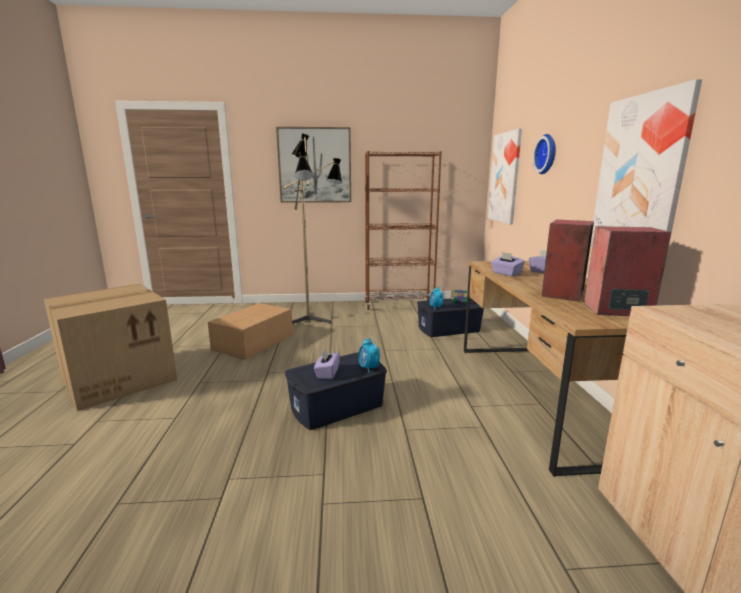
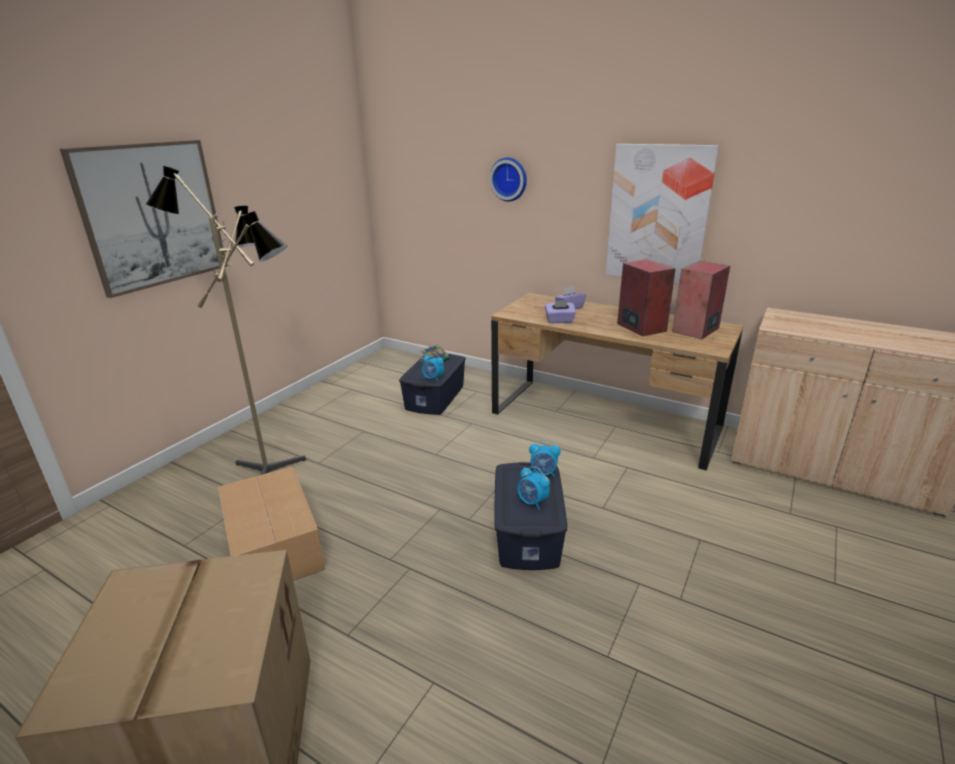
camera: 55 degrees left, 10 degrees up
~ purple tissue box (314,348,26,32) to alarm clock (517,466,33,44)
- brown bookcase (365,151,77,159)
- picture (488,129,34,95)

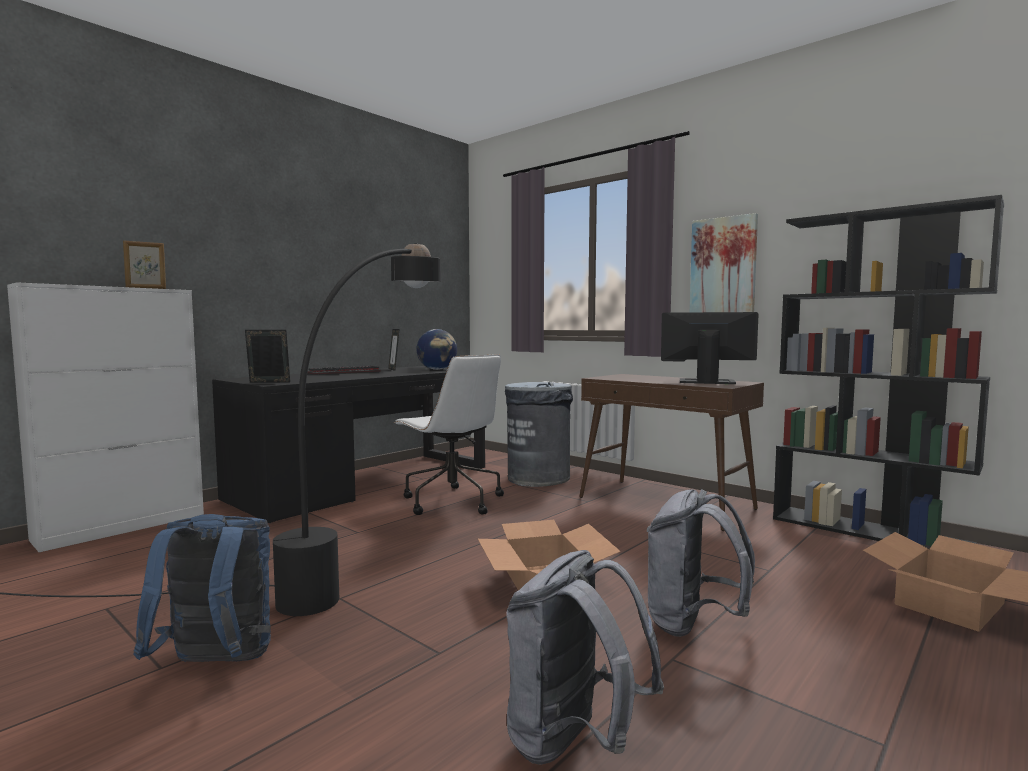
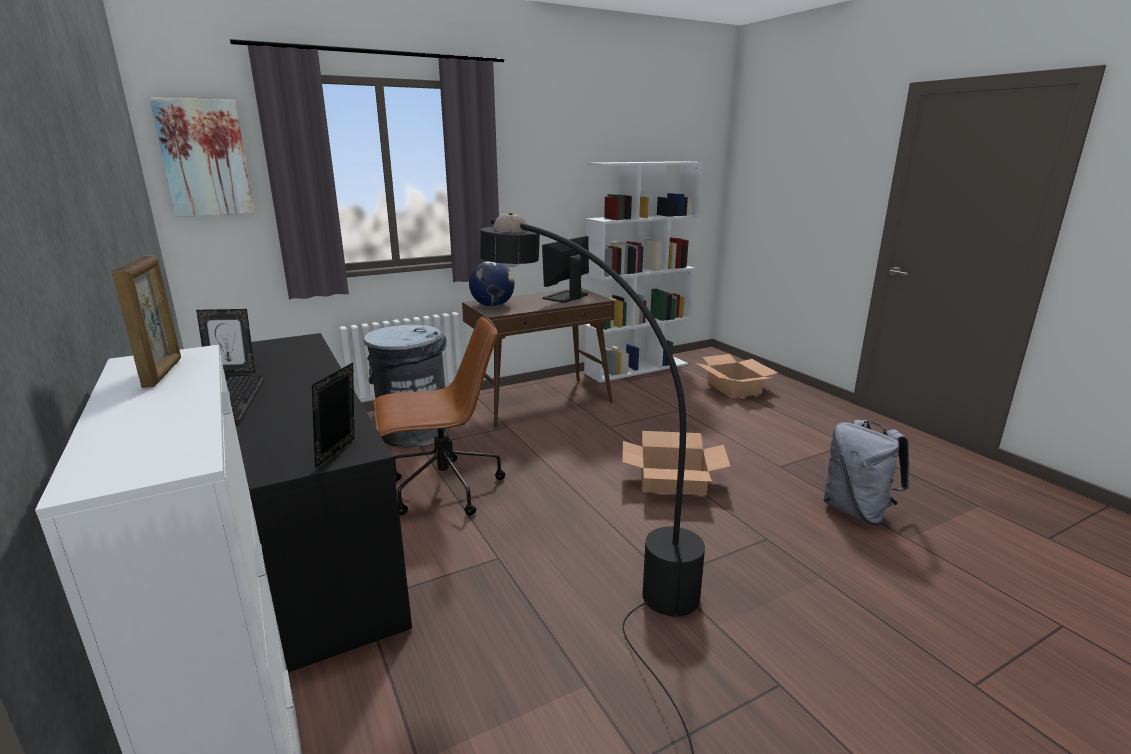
camera: 70 degrees left, 15 degrees up
~ picture (690,213,68,99) to (150,97,105,120)
~ white office chair (394,354,110,161) to brown office chair (374,316,131,200)
~ globe (416,329,41,41) to (469,261,45,46)
~ black bookcase (773,195,231,354) to white bookcase (584,161,119,222)
- blue backpack (133,514,138,148)
- grey backpack (647,489,108,148)

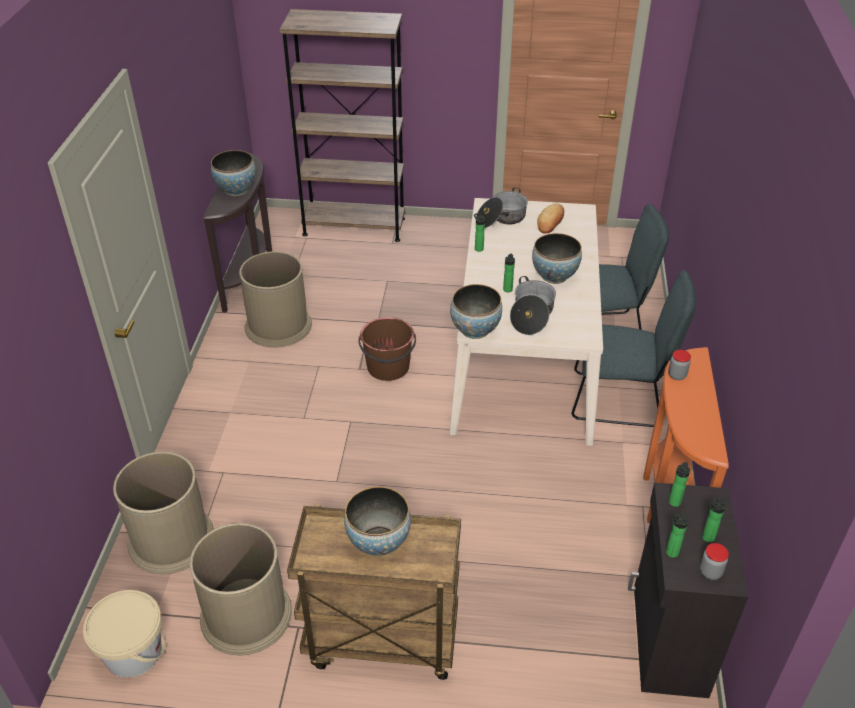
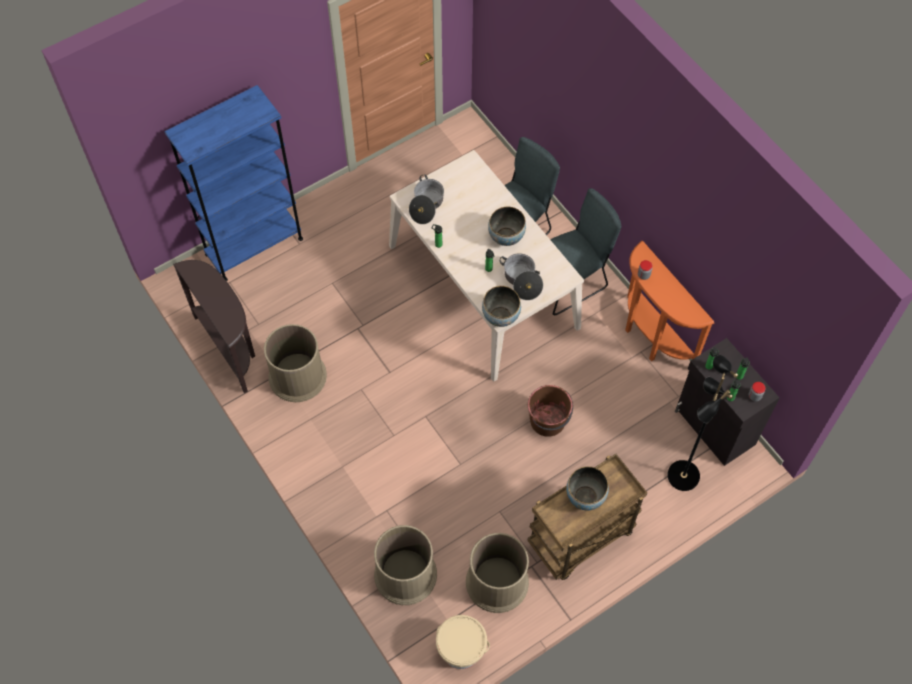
camera: 40 degrees left, 20 degrees up
~ brown bookcase (279,9,126,233) to blue bookcase (164,85,139,196)
~ brown bucket (358,317,58,64) to (528,385,45,52)
+ black floor lamp (667,355,71,136)
- bowl (211,150,45,46)
- bread (537,203,27,31)

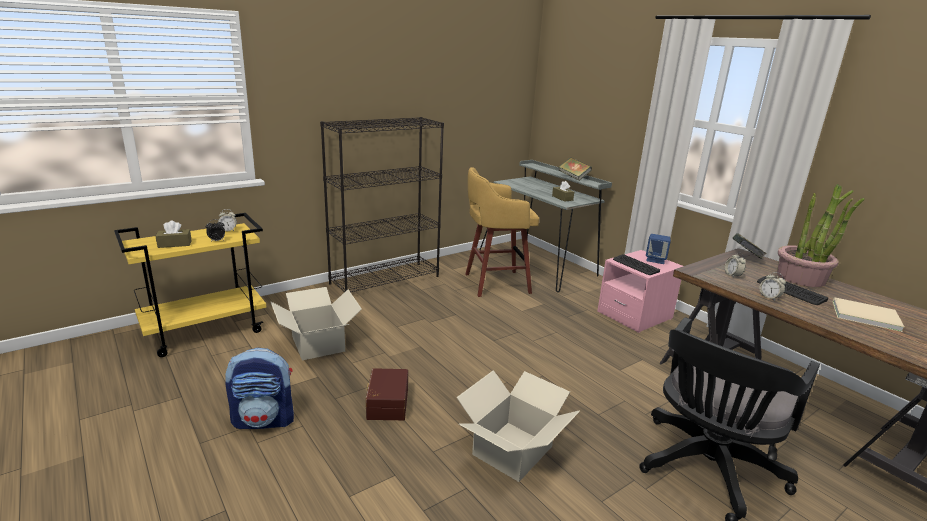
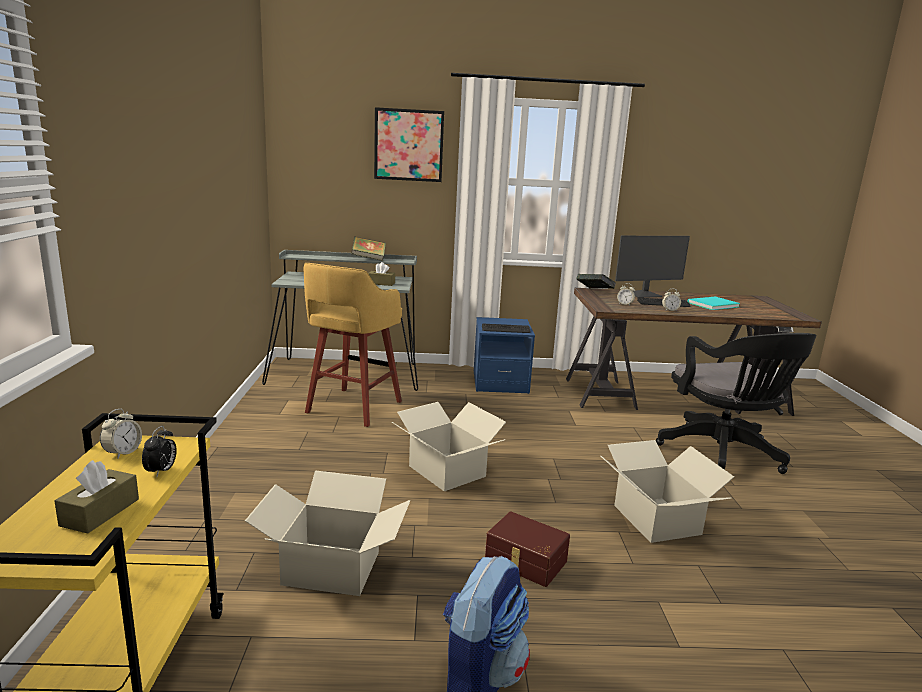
camera: 55 degrees left, 5 degrees down
+ picture (374,107,70,75)
+ cardboard box (392,402,114,89)
~ pink nightstand (597,250,86,83) to blue nightstand (474,317,61,77)
~ potted plant (777,184,88,103) to monitor (615,236,75,62)
~ beige book (833,297,71,35) to turquoise book (687,297,53,13)
- black bookcase (320,117,124,175)
- blue speaker (646,234,25,30)

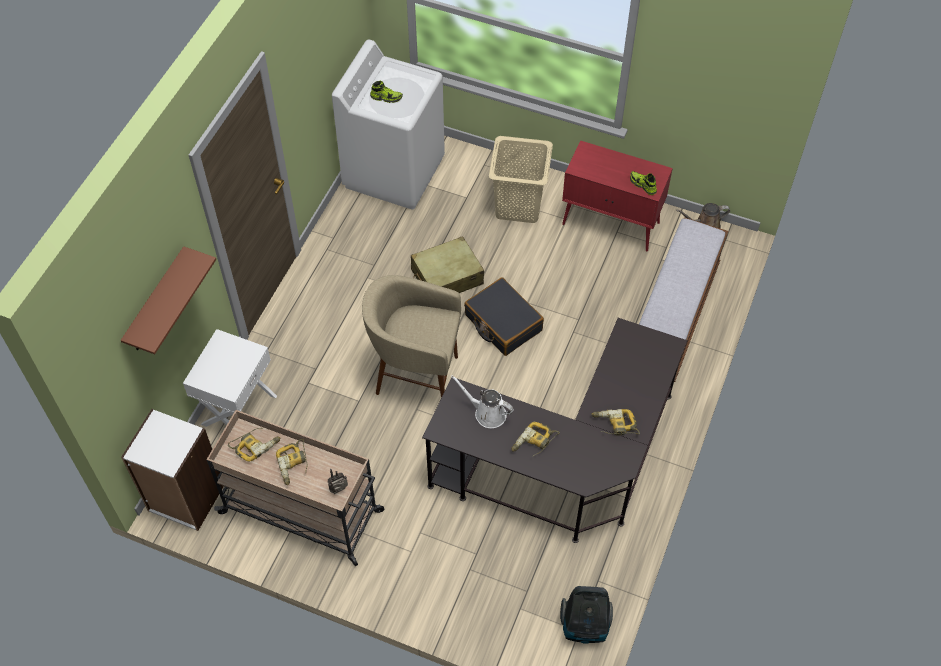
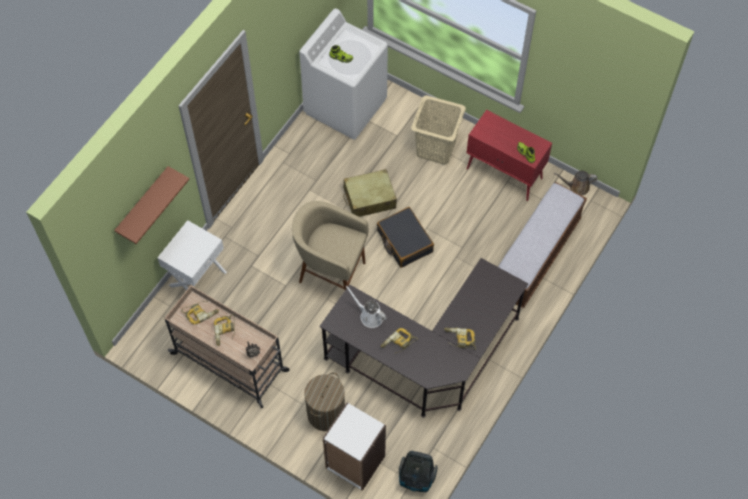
camera: 10 degrees right, 5 degrees up
+ laundry basket (304,373,41,58)
~ white bookcase (121,409,103,122) to (323,402,63,89)

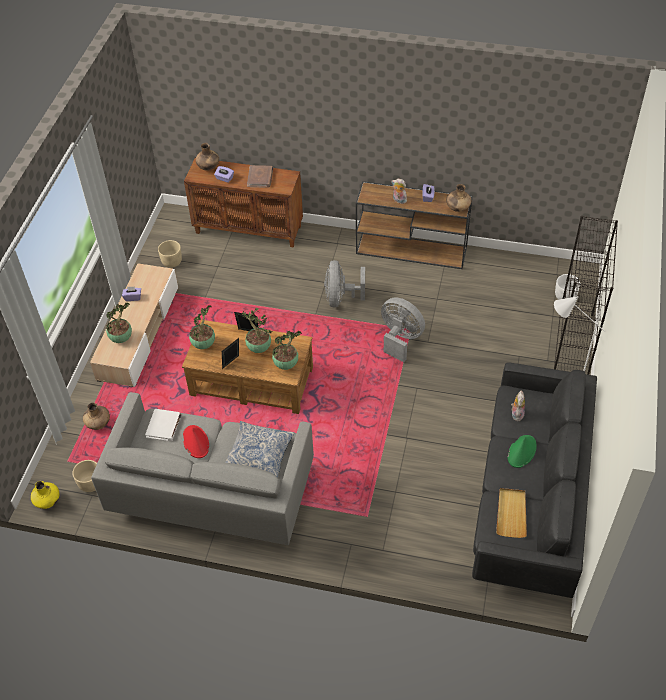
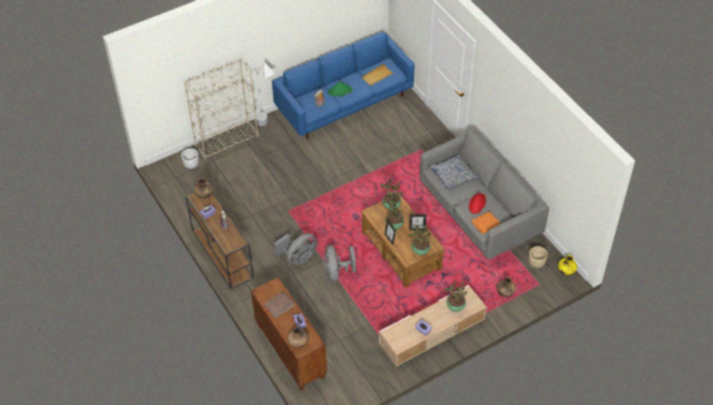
camera: 135 degrees left, 0 degrees up
~ black bookcase (554,216,64,159) to beige bookcase (184,59,74,101)
~ black sofa (472,362,125,236) to blue sofa (272,32,143,107)
~ grey fan (381,297,44,65) to (324,245,32,37)
~ white book (145,409,36,32) to orange book (471,211,29,23)
- beige planter (158,240,24,28)

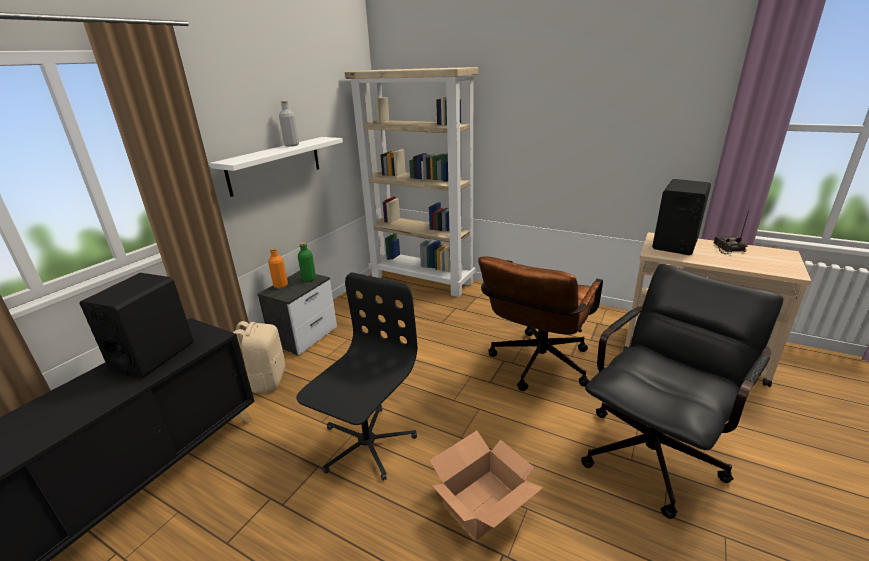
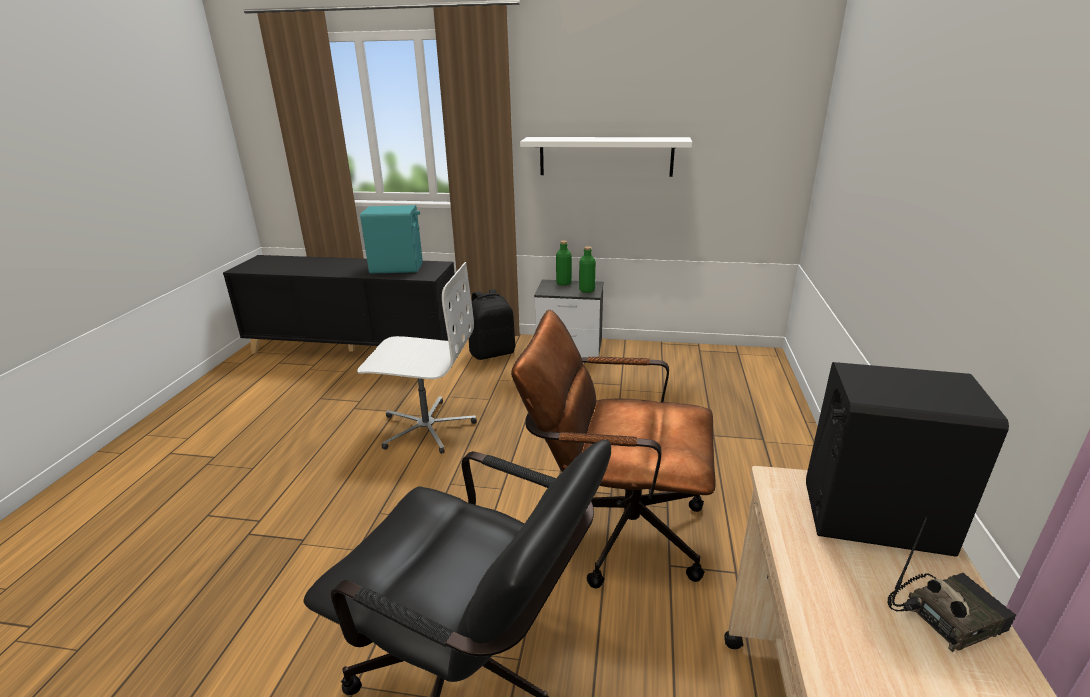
camera: 70 degrees right, 0 degrees up
~ black office chair (296,272,121,209) to white office chair (357,262,120,192)
~ black speaker (80,273,114,105) to turquoise speaker (360,205,63,69)
~ beige backpack (233,321,52,72) to black backpack (469,289,47,71)
~ orange bottle (268,248,20,41) to green bottle (556,241,16,45)
- grey bottle (279,101,20,46)
- beige bookcase (345,67,134,230)
- cardboard box (429,431,115,109)

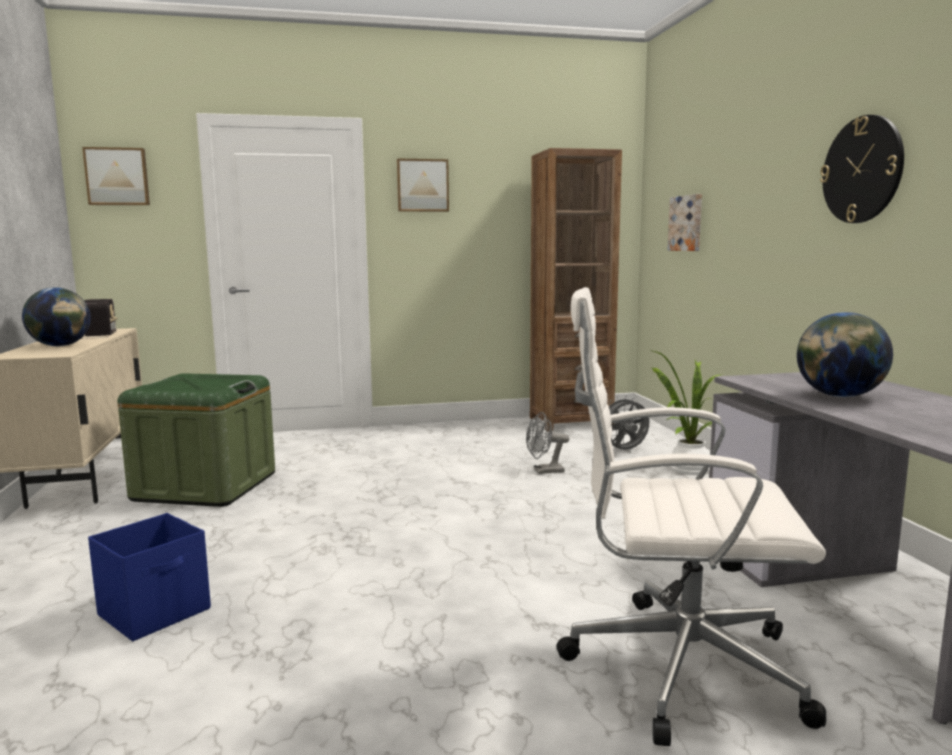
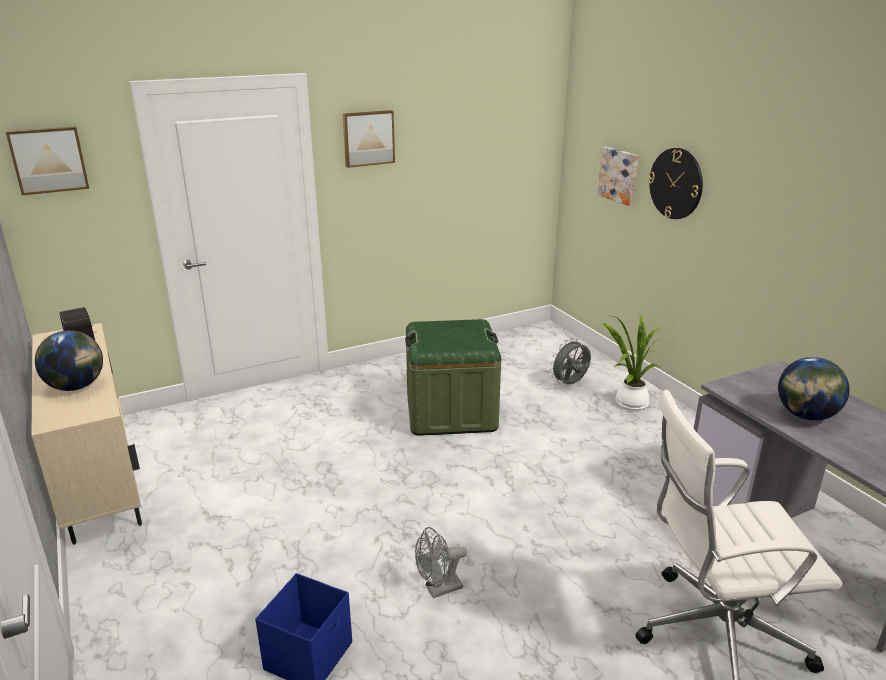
camera: 15 degrees left, 15 degrees up
~ green storage box (118,373,157,134) to (405,319,96,117)
~ grey fan (526,412,44,62) to (415,527,52,71)
~ wall clock (820,115,84,108) to (648,148,55,71)
- brown bookcase (530,148,92,284)

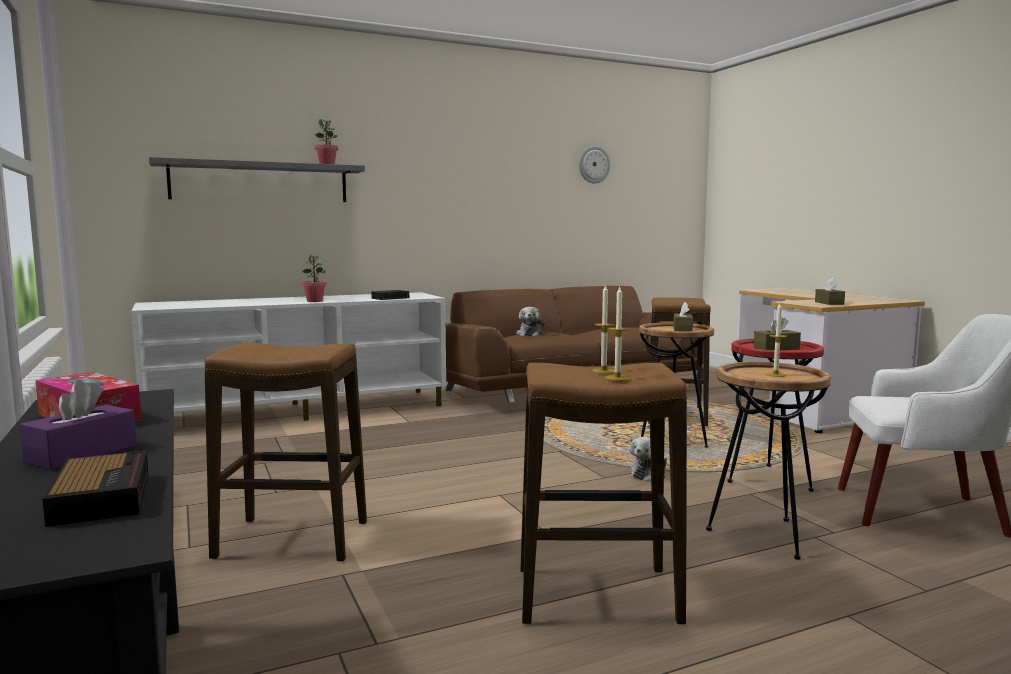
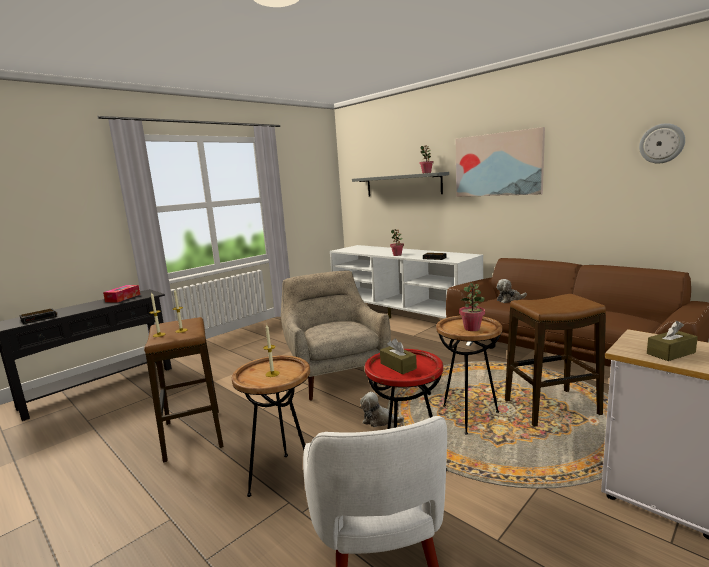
camera: 70 degrees right, 5 degrees up
+ beige armchair (281,271,110,130)
+ picture (456,127,89,70)
~ brown tissue box (673,302,20,29) to potted plant (459,283,26,48)
- purple tissue box (19,380,118,90)
- stool (205,343,162,219)

